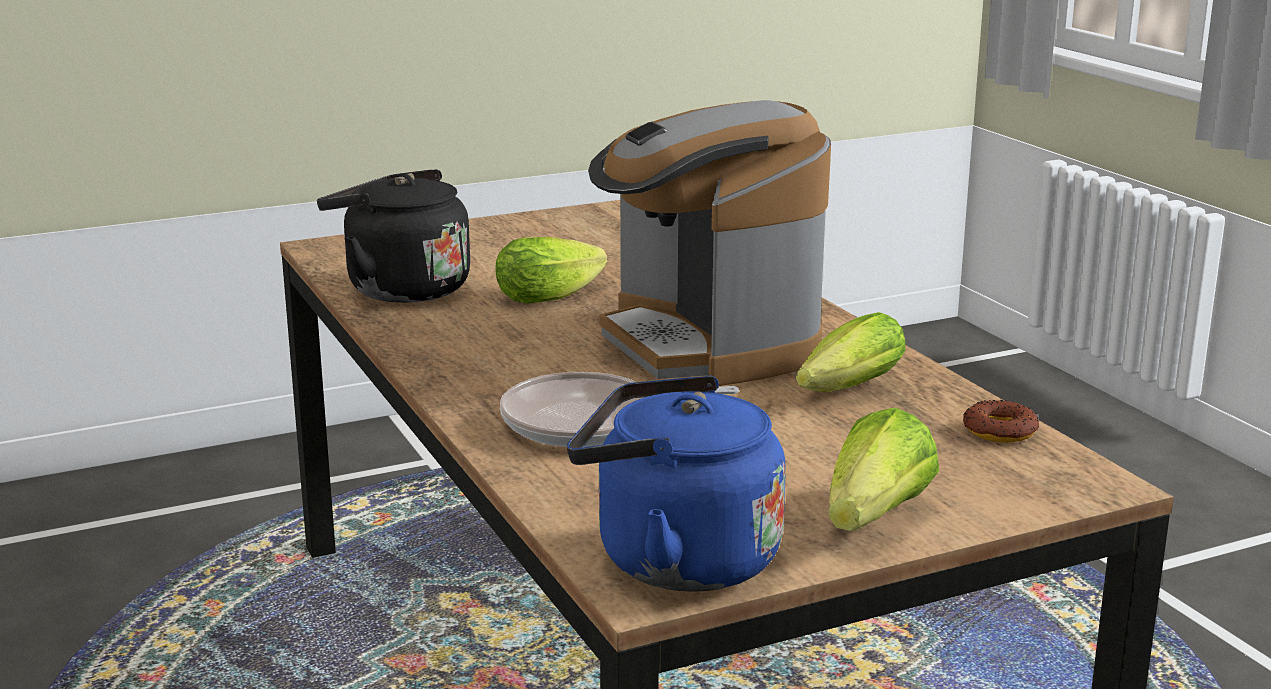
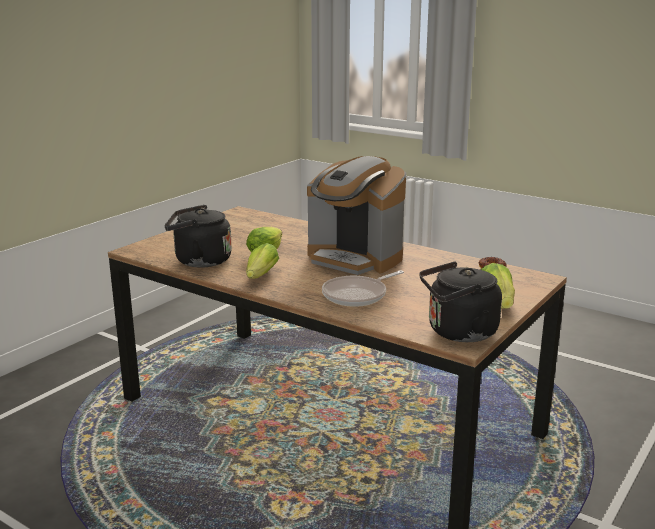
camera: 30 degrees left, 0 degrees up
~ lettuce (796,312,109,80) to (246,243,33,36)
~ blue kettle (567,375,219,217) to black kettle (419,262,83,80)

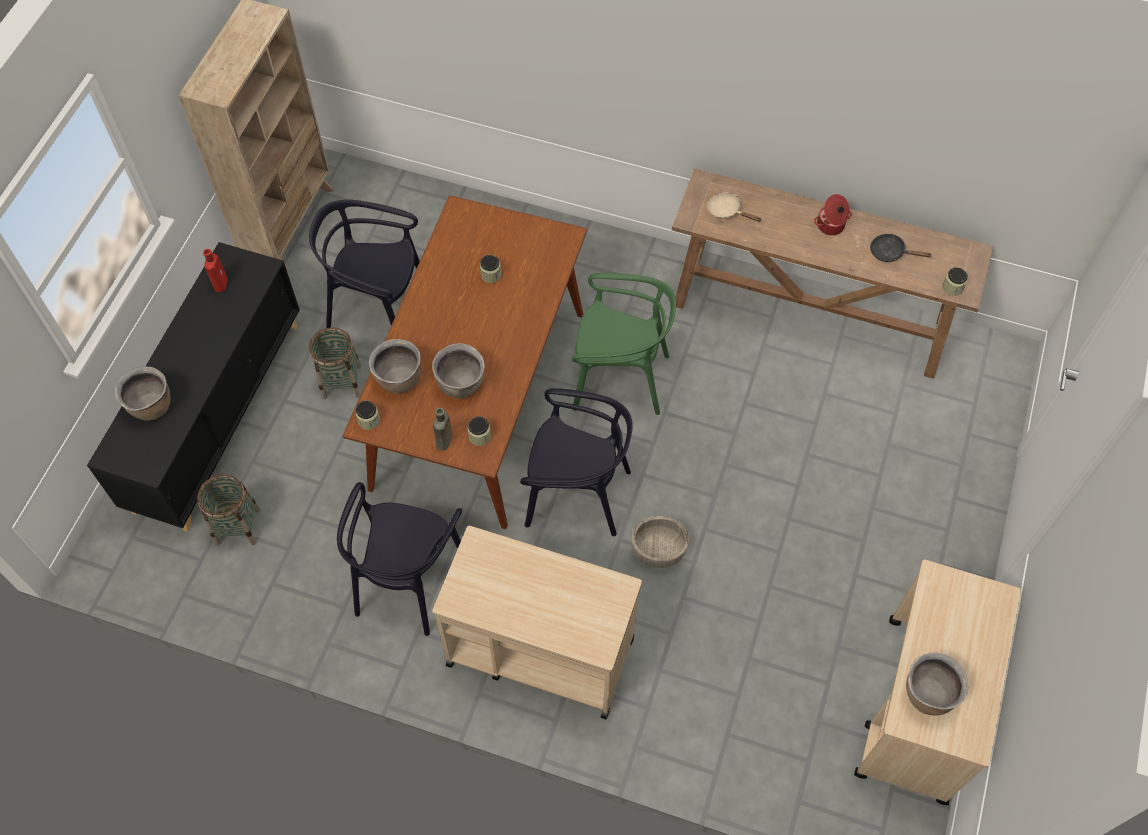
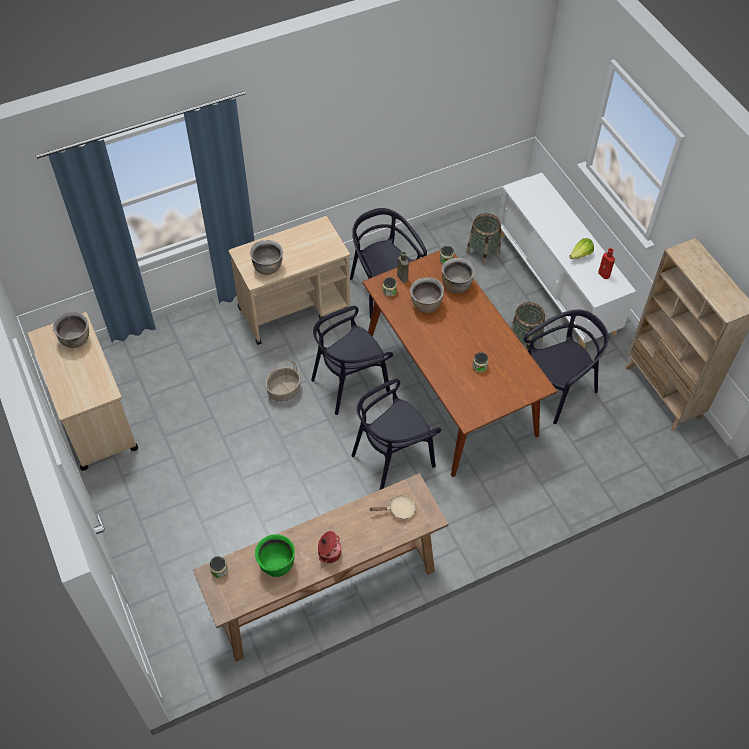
camera: 135 degrees right, 5 degrees down
~ brown cooking pot (115,366,56,55) to (250,240,33,35)
~ black frying pan (870,234,62,28) to green cooking pot (255,534,40,43)
~ green chair (572,273,104,142) to black chair (352,379,89,111)
~ black cabinet (87,242,213,290) to white cabinet (498,173,138,175)
+ lettuce (569,238,25,21)

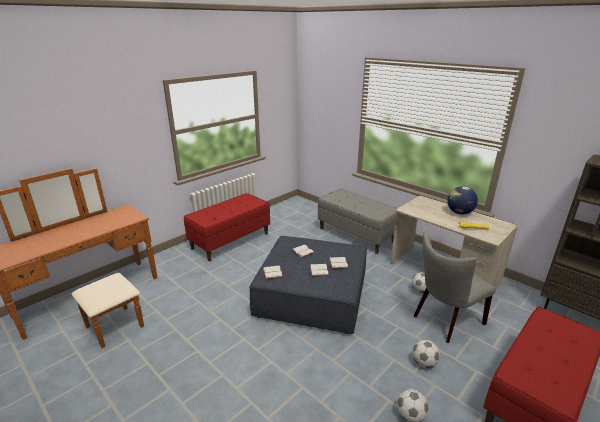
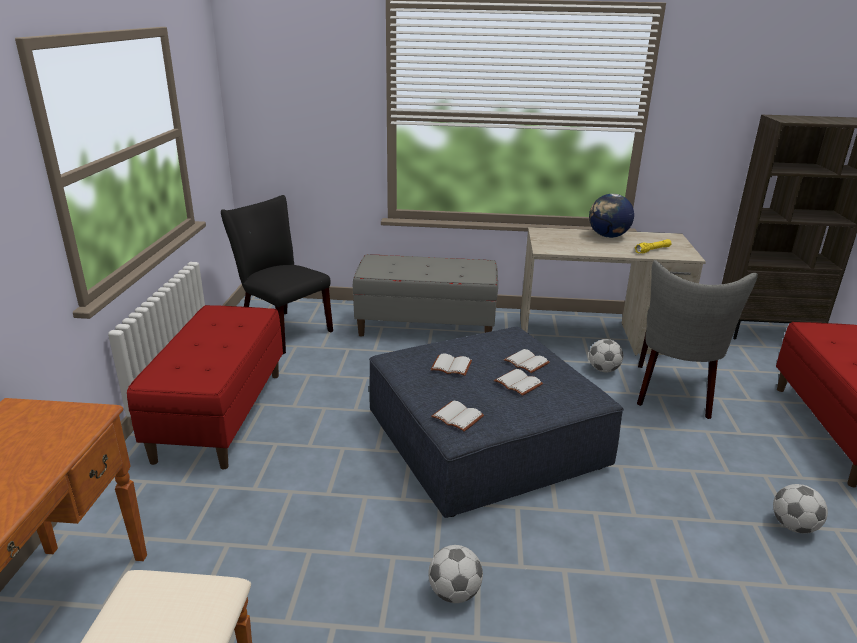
camera: 40 degrees left, 0 degrees up
+ black chair (221,195,112,159)
~ football (412,340,28,28) to (428,545,55,58)

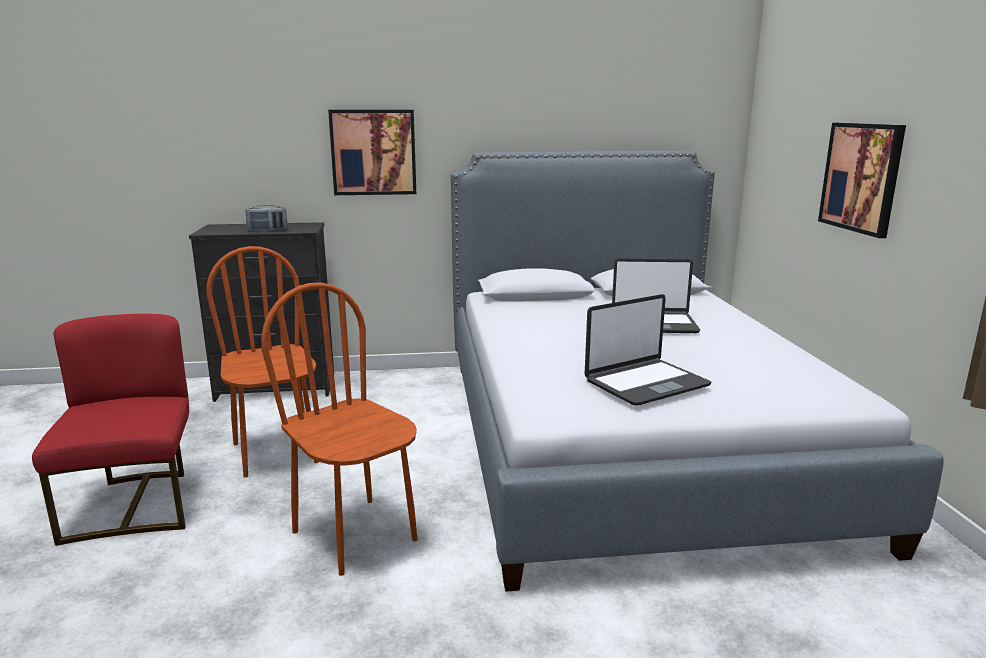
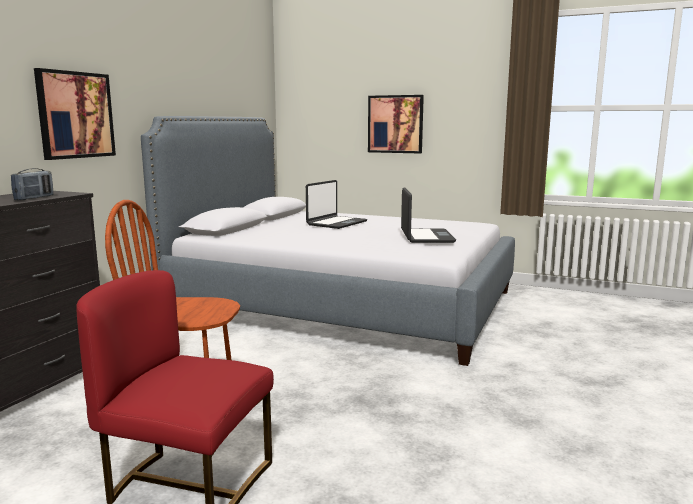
camera: 60 degrees left, 5 degrees down
- brown chair (261,282,157,294)

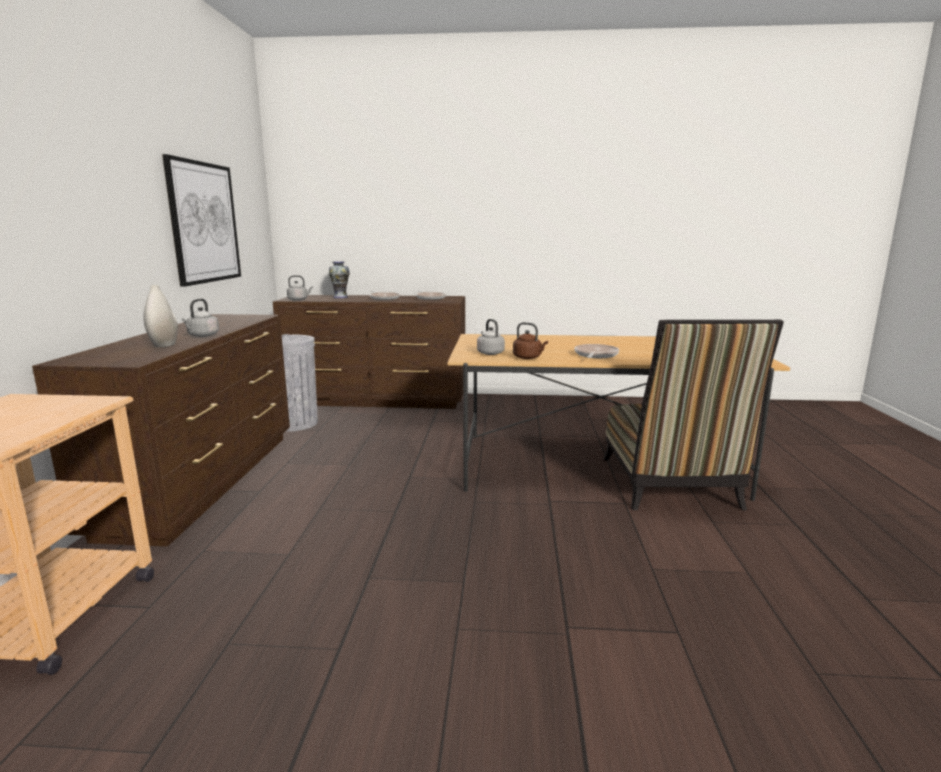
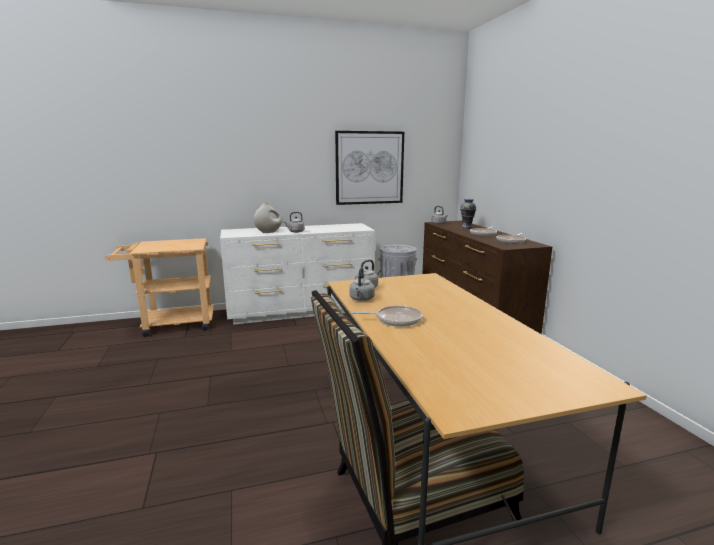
camera: 70 degrees right, 0 degrees up
~ brown dresser (32,314,258,232) to white dresser (220,223,155,102)
~ brown kettle (513,322,35,37) to grey kettle (349,268,26,33)

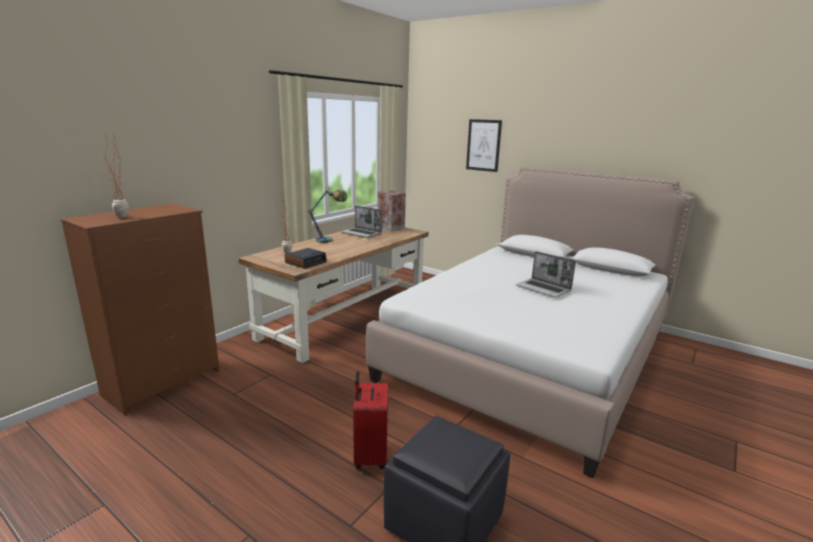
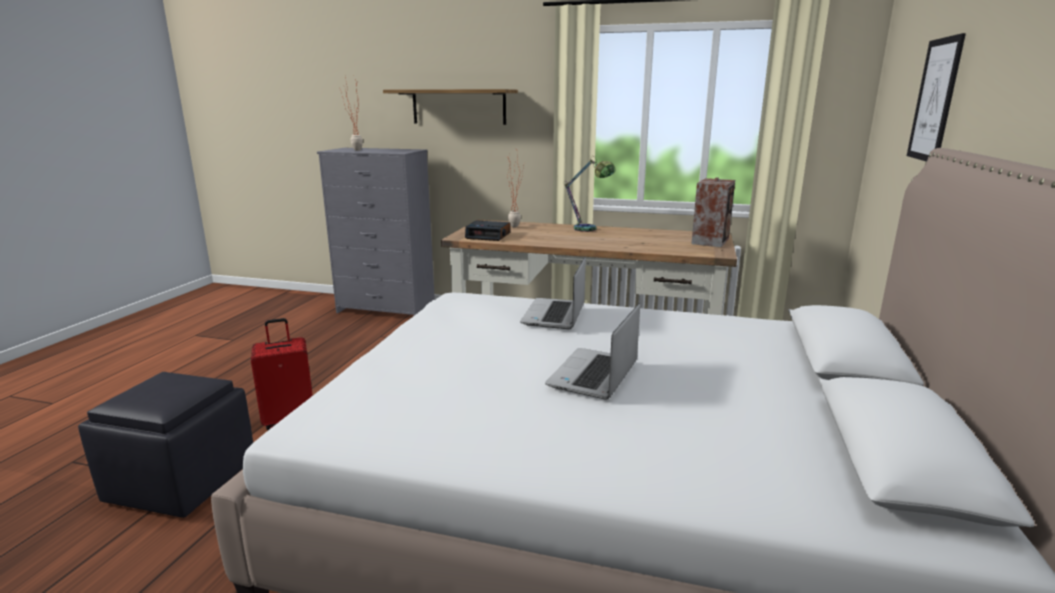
camera: 70 degrees right, 0 degrees up
~ brown dresser (60,204,160,211) to grey dresser (317,148,118,168)
+ shelf (383,89,135,36)
~ laptop (340,206,42,32) to (520,257,66,72)

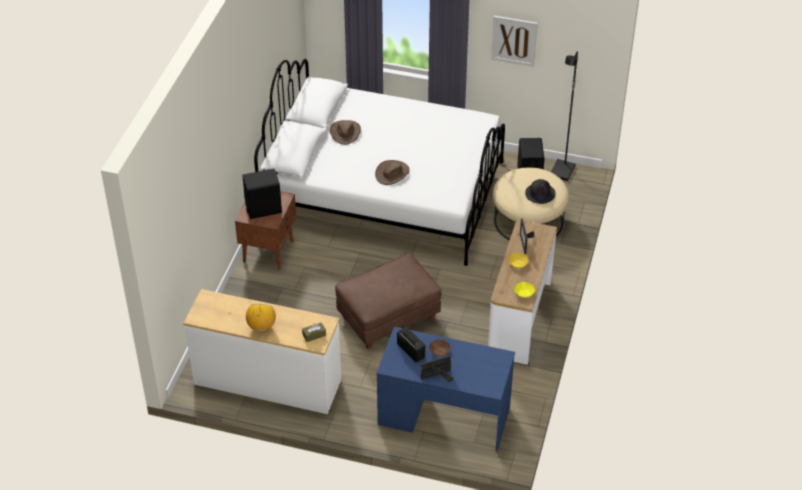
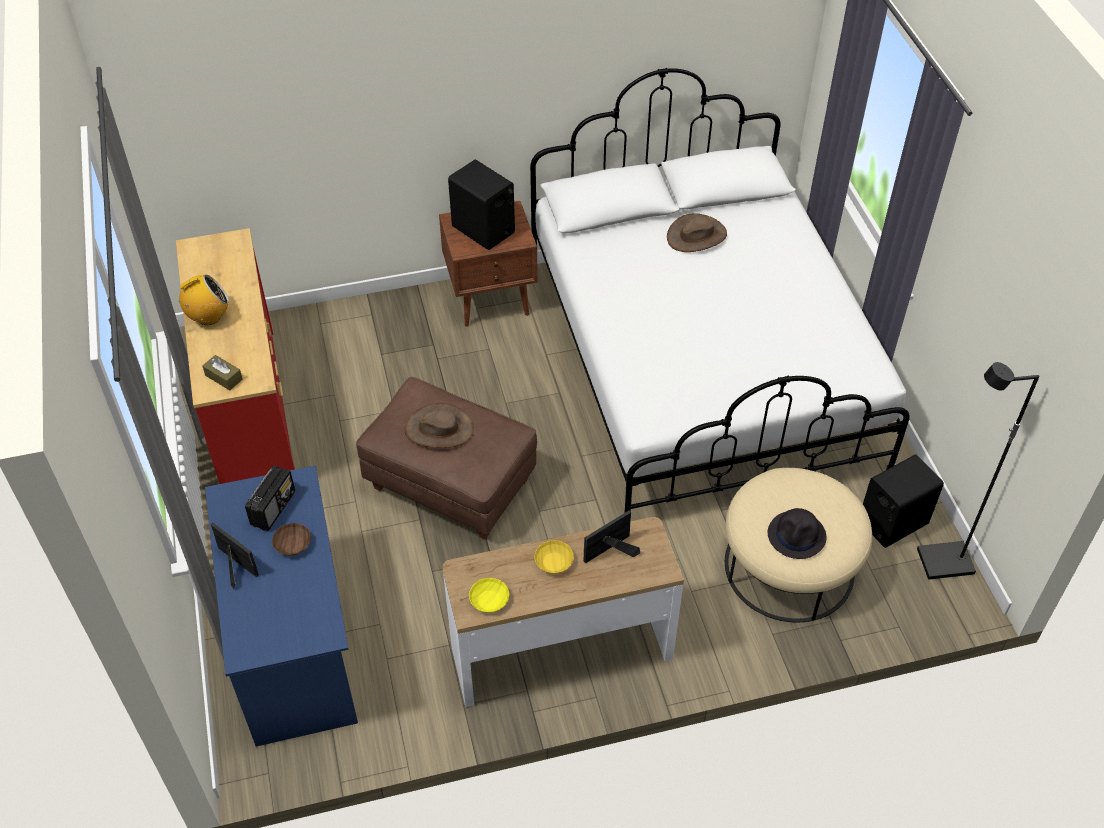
camera: 60 degrees right, 5 degrees up
~ white dresser (183,289,158,125) to red dresser (176,228,119,256)
~ brown hat (375,160,35,25) to (404,403,70,45)
- picture (491,16,47,51)

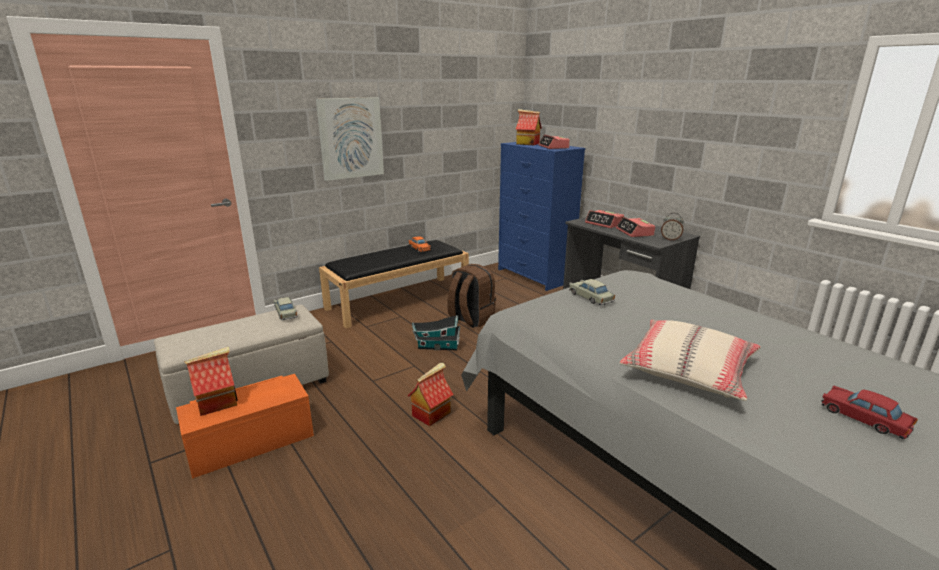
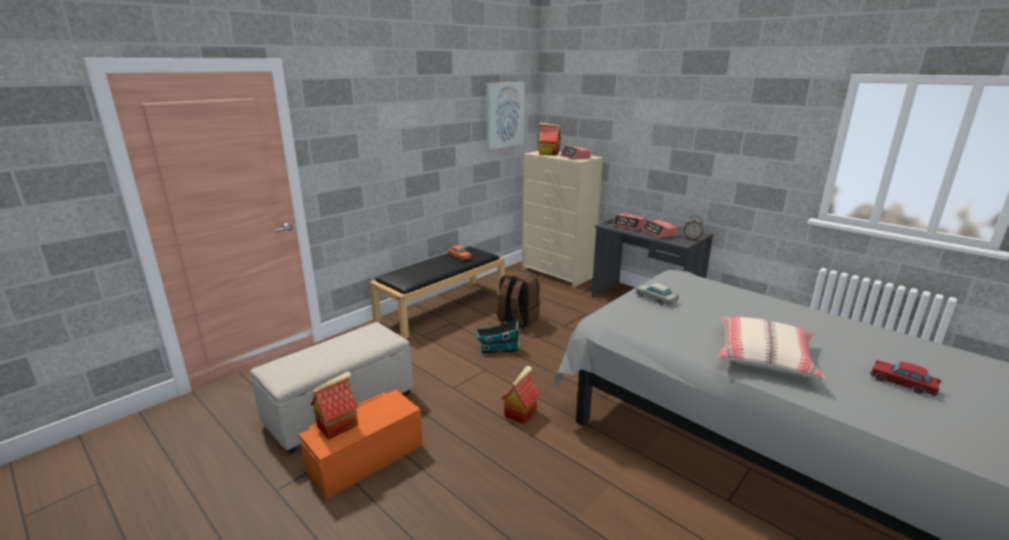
camera: 10 degrees left, 0 degrees up
~ picture (316,97,68,84) to (486,82,39,68)
~ blue dresser (498,142,87,149) to beige dresser (522,151,81,137)
- beige toy car (274,297,24,23)

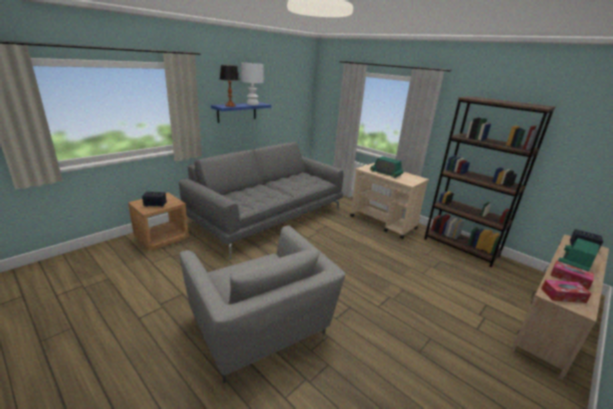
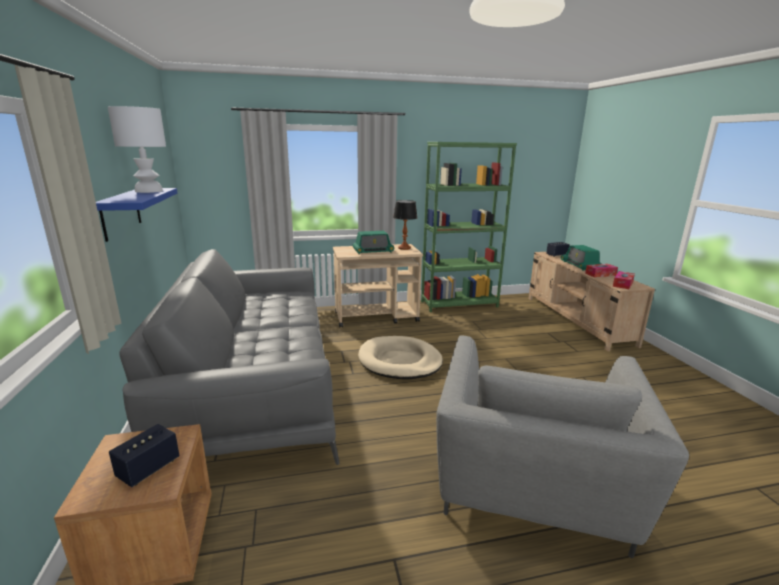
camera: 55 degrees left, 5 degrees down
+ beige dog bed (358,336,85,43)
~ table lamp (220,65,20,42) to (393,200,24,50)
~ brown bookcase (424,96,131,171) to green bookcase (421,142,96,170)
~ grey armchair (180,225,165,158) = (436,335,253,223) 105 degrees clockwise

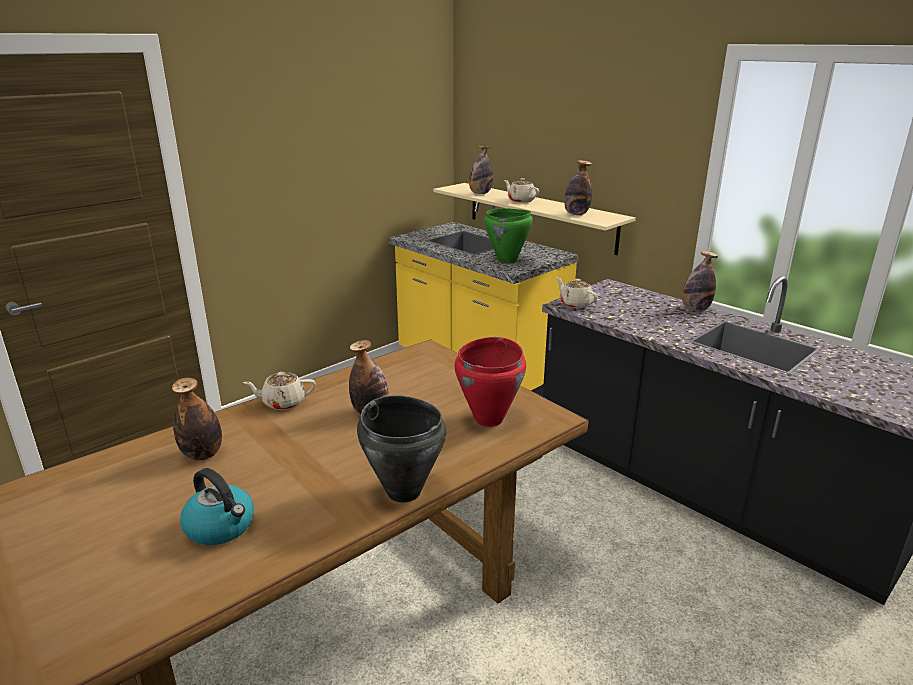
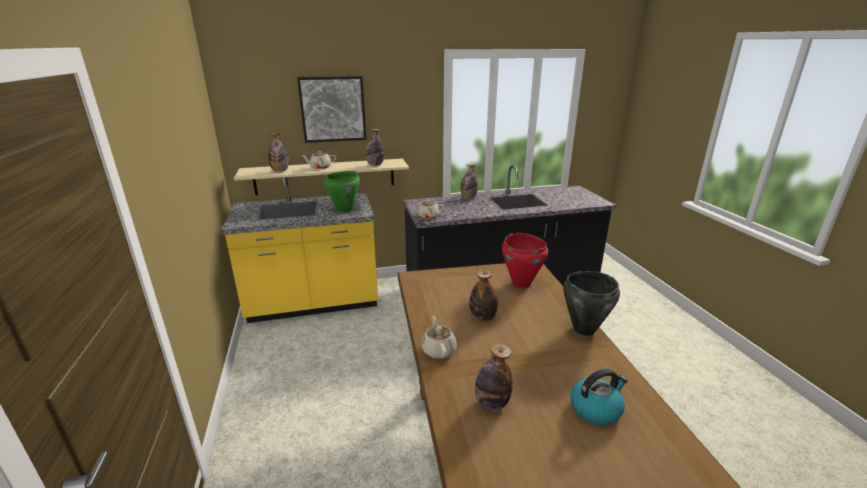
camera: 60 degrees left, 0 degrees up
+ picture (297,76,69,67)
~ beige teapot (243,372,73,38) = (421,316,36,43) 150 degrees clockwise

